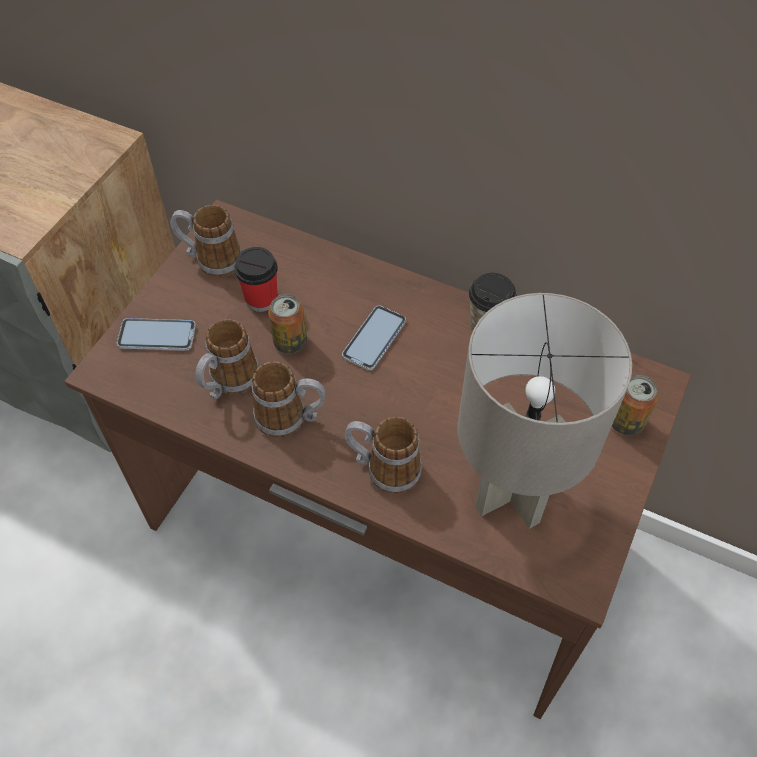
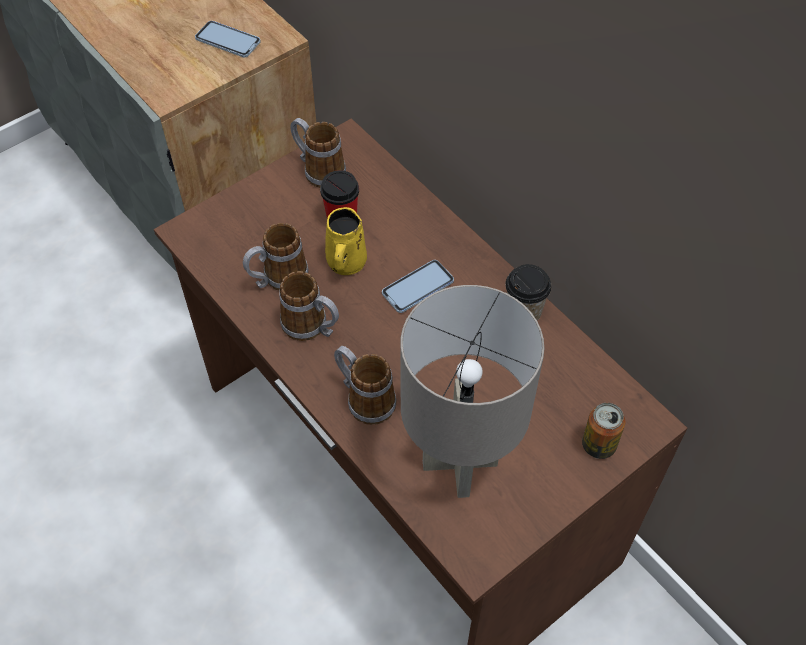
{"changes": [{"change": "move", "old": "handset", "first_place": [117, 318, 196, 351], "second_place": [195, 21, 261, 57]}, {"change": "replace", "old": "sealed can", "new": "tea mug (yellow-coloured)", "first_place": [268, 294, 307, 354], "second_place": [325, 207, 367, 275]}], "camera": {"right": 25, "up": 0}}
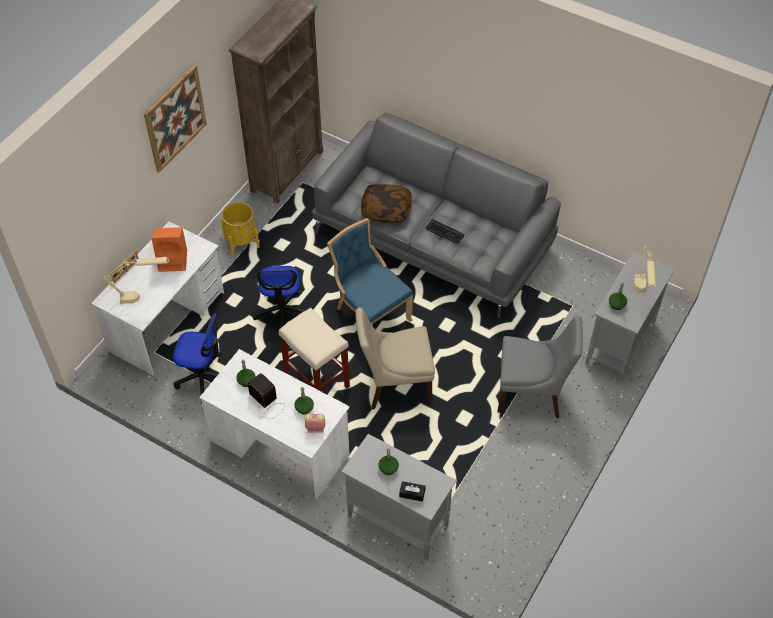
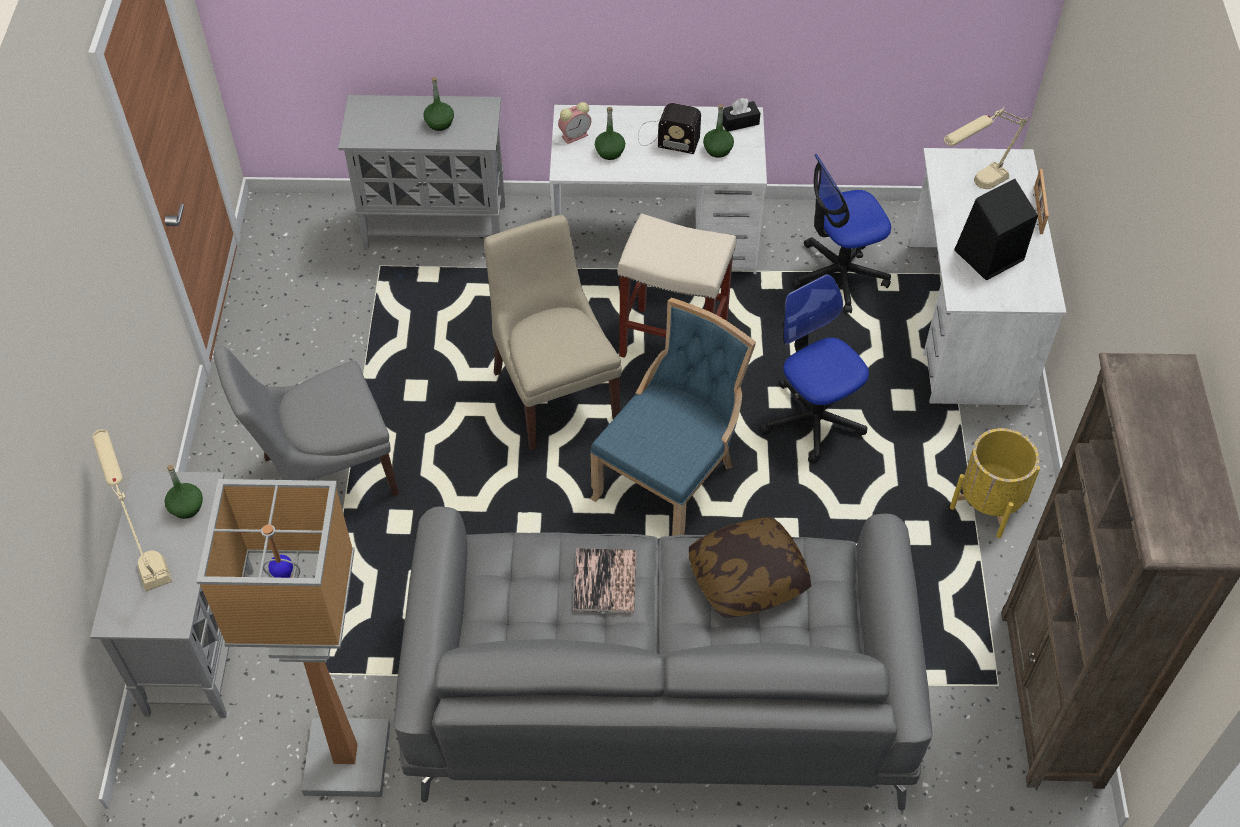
{"changes": [{"change": "delete", "old": "wall picture", "first_place": [144, 65, 207, 173]}, {"change": "recolor", "old": "loudspeaker (orange)", "new": "loudspeaker (black-coloured)", "first_place": [152, 227, 187, 272], "second_place": [954, 179, 1038, 280]}, {"change": "rotate", "old": "upright chair (blue)", "first_place": [327, 218, 413, 326], "second_place": [590, 298, 756, 536], "degrees": -75}, {"change": "rotate", "old": "upright chair (beige)", "first_place": [355, 307, 435, 409], "second_place": [484, 215, 622, 450], "degrees": -75}, {"change": "move", "old": "box of tissues (black-coloured)", "first_place": [399, 481, 425, 502], "second_place": [723, 98, 760, 132]}, {"change": "replace", "old": "keyboard", "new": "book", "first_place": [426, 219, 464, 244], "second_place": [573, 548, 636, 613]}, {"change": "insert", "new": "standard lamp", "second_place": [197, 479, 390, 797]}], "camera": {"right": 150, "up": 0}}
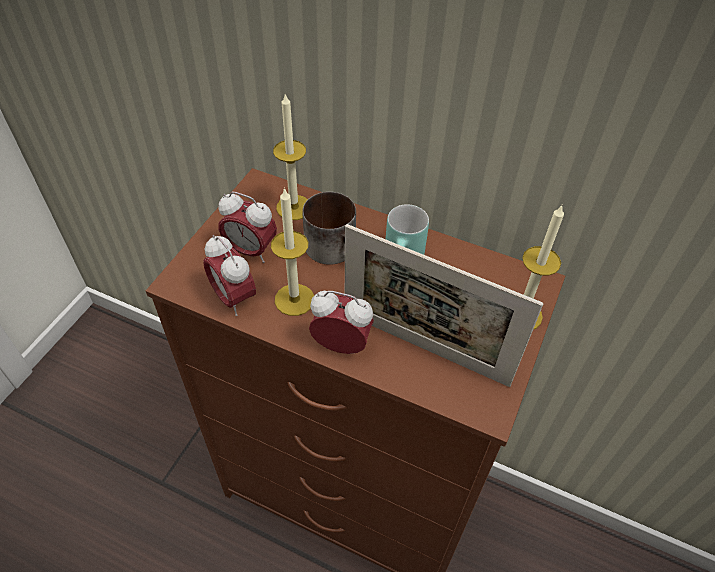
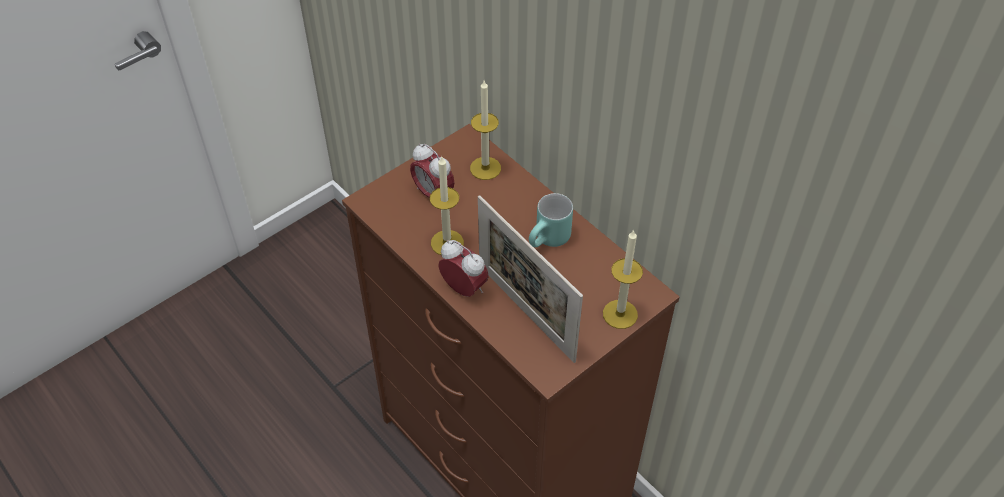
{"changes": [{"change": "delete", "old": "alarm clock", "first_place": [203, 235, 256, 316]}, {"change": "delete", "old": "tea mug", "first_place": [302, 192, 356, 265]}], "camera": {"right": 25, "up": 0}}
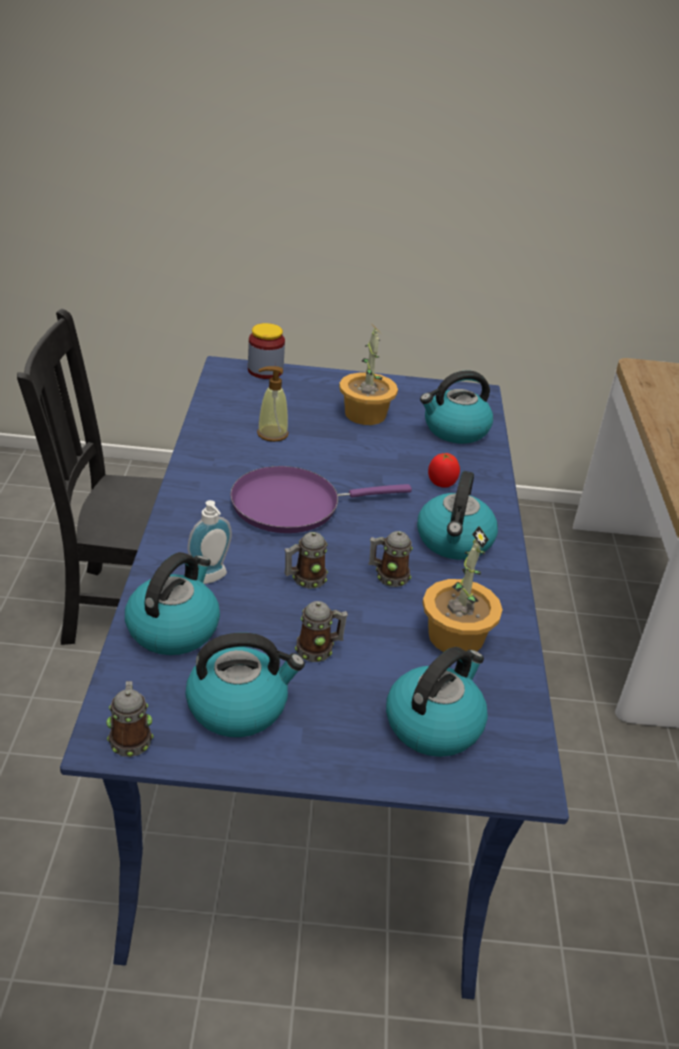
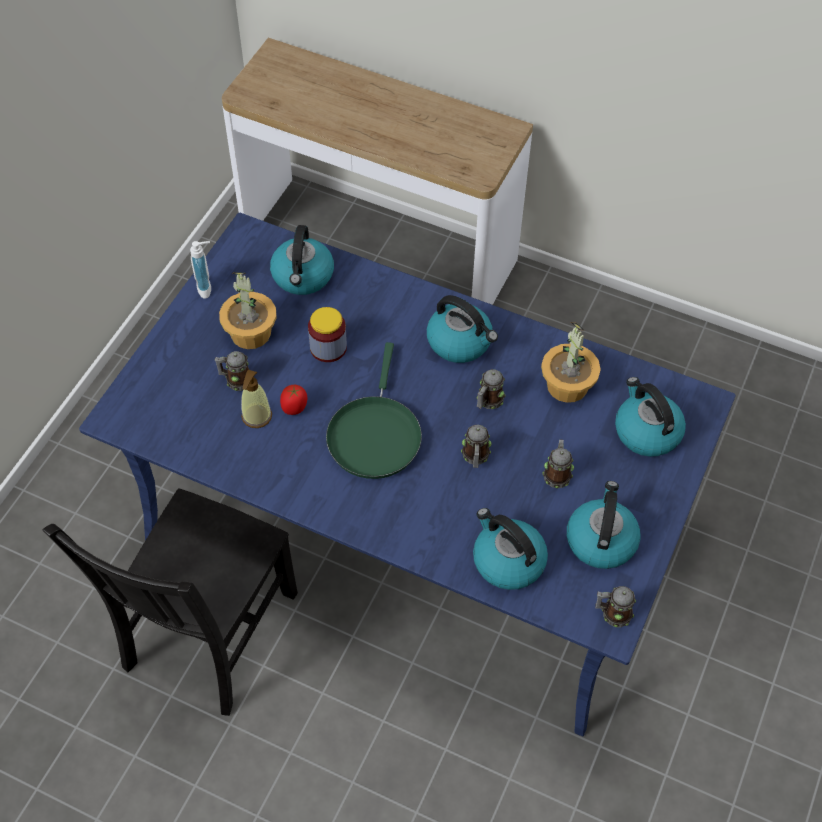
{"changes": [{"change": "move", "old": "liquid soap bottle", "first_place": [188, 500, 232, 584], "second_place": [190, 241, 211, 299]}, {"change": "recolor", "old": "frying pan (purplish)", "new": "frying pan (green)", "first_place": [230, 466, 412, 533], "second_place": [326, 342, 422, 479]}, {"change": "move", "old": "preserve jar", "first_place": [248, 323, 285, 379], "second_place": [308, 307, 347, 362]}, {"change": "move", "old": "whole tomato", "first_place": [428, 453, 460, 487], "second_place": [280, 385, 307, 415]}, {"change": "insert", "new": "tea mug", "second_place": [215, 351, 249, 391]}], "camera": {"right": -65, "up": 20}}
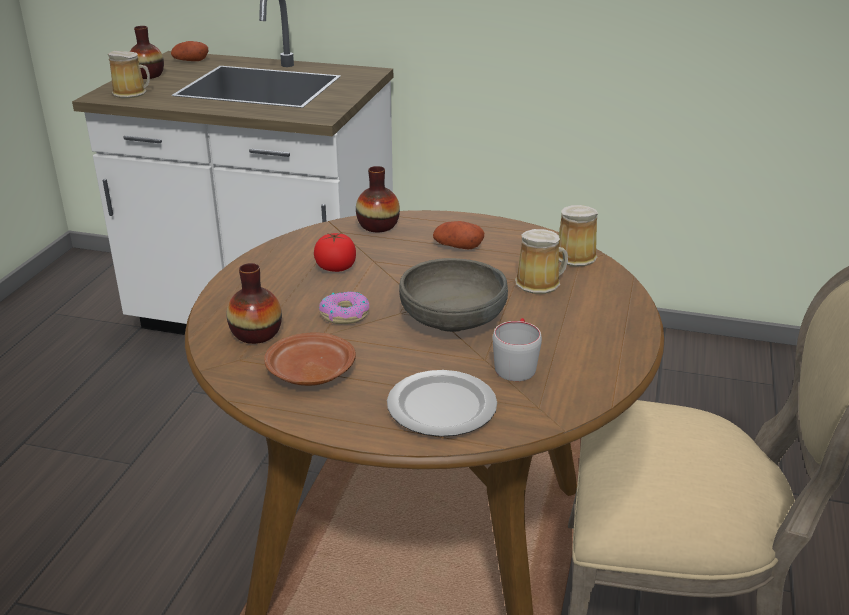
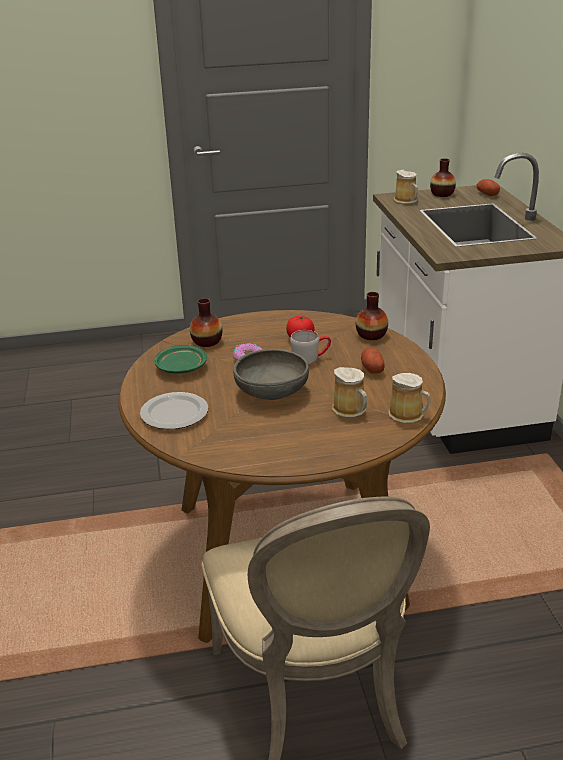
{"changes": [{"change": "recolor", "old": "flat dish (brown-coloured)", "new": "flat dish (green)", "first_place": [264, 333, 356, 386], "second_place": [154, 345, 207, 374]}, {"change": "move", "old": "tea mug (gray)", "first_place": [493, 318, 542, 381], "second_place": [290, 330, 331, 364]}], "camera": {"right": 65, "up": 0}}
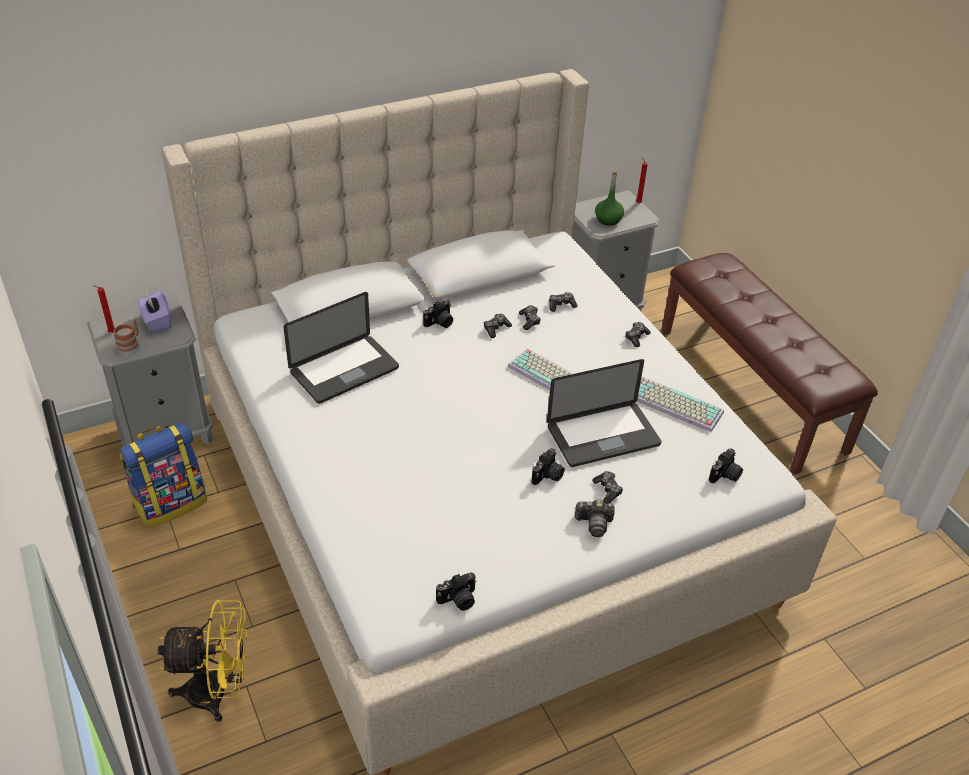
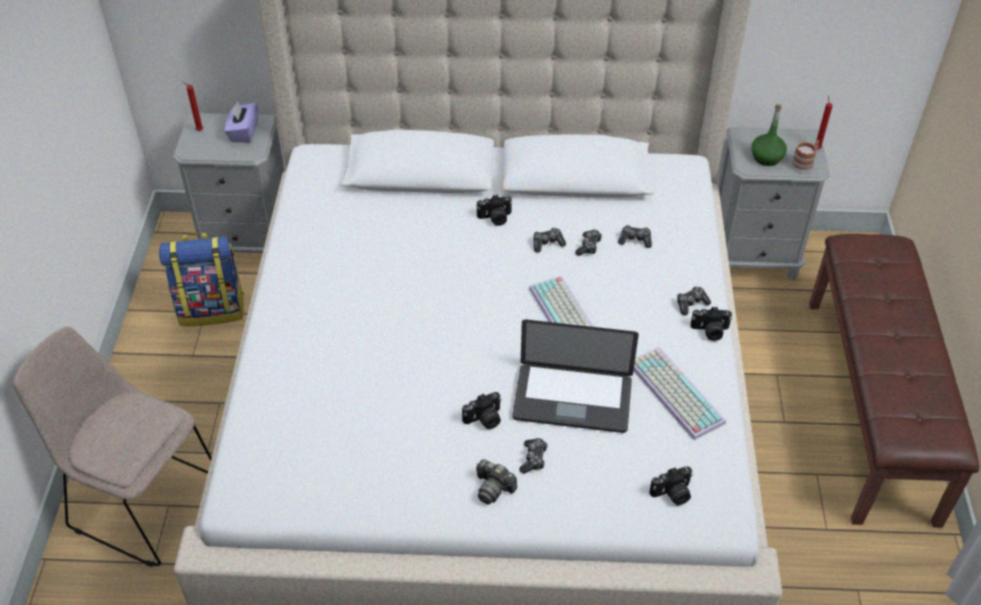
{"changes": [{"change": "move", "old": "tea mug", "first_place": [114, 319, 140, 355], "second_place": [791, 140, 819, 174]}, {"change": "replace", "old": "cooling fan (yellow-coloured)", "new": "upright chair (beige)", "first_place": [158, 600, 248, 722], "second_place": [13, 326, 212, 567]}, {"change": "delete", "old": "portable computer", "first_place": [283, 292, 399, 404]}, {"change": "move", "old": "photo camera", "first_place": [436, 573, 477, 611], "second_place": [691, 307, 732, 341]}], "camera": {"right": 30, "up": 5}}
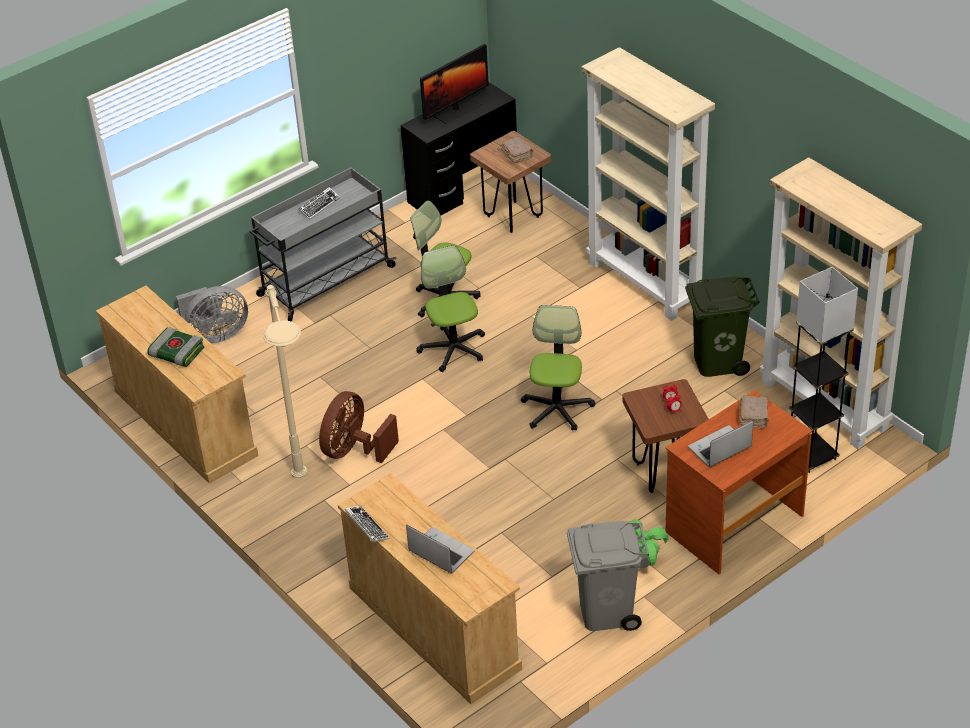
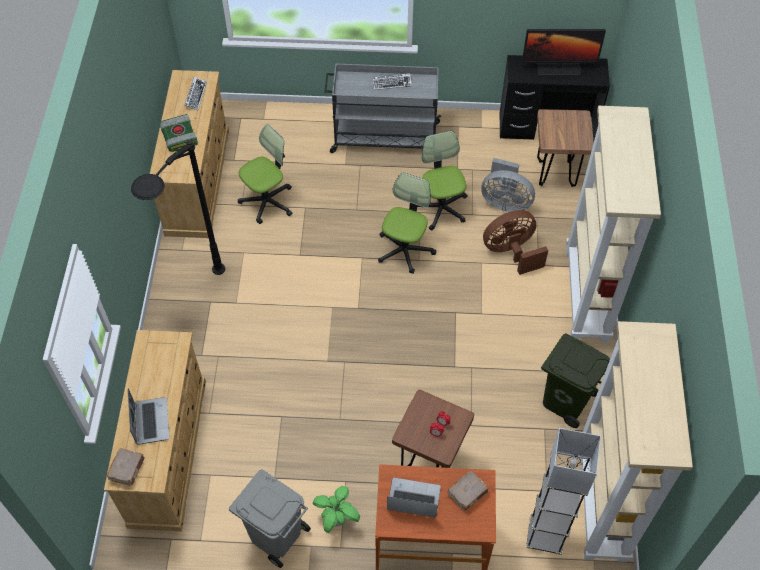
{"changes": [{"change": "move", "old": "cooling fan (gray)", "first_place": [176, 286, 248, 343], "second_place": [481, 158, 535, 212]}, {"change": "recolor", "old": "standard lamp (beige)", "new": "standard lamp (black-coloured)", "first_place": [263, 285, 307, 478], "second_place": [131, 140, 225, 275]}, {"change": "move", "old": "cooling fan (brown-coloured)", "first_place": [319, 391, 399, 463], "second_place": [483, 210, 548, 275]}, {"change": "move", "old": "keyboard", "first_place": [345, 506, 390, 542], "second_place": [184, 77, 207, 110]}, {"change": "move", "old": "book (brown-coloured)", "first_place": [500, 136, 533, 163], "second_place": [107, 448, 145, 486]}, {"change": "move", "old": "computer chair", "first_place": [521, 305, 596, 430], "second_place": [238, 124, 292, 224]}], "camera": {"right": 40, "up": 15}}
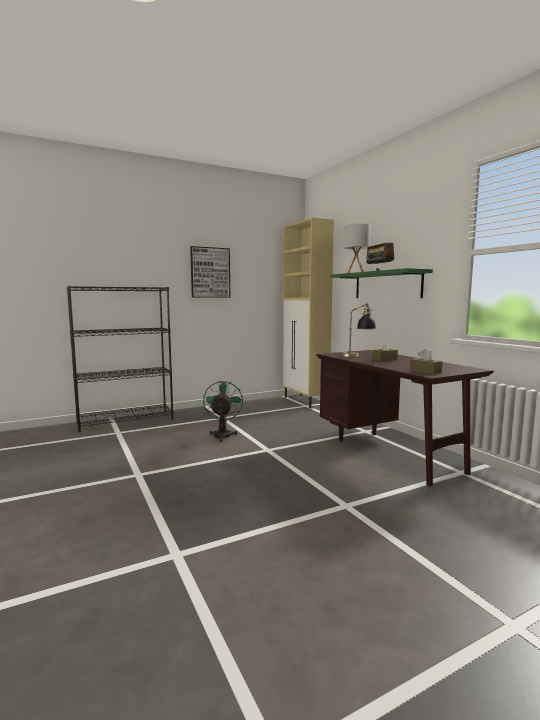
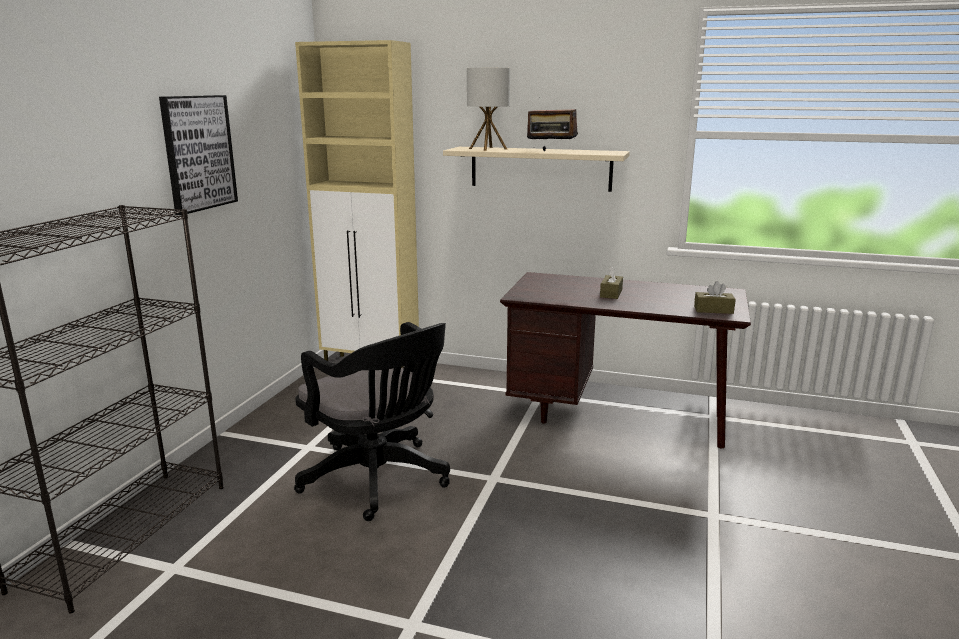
{"changes": [{"change": "replace", "old": "cooling fan (green)", "new": "computer chair (black-coloured)", "first_place": [203, 381, 243, 442], "second_place": [294, 322, 450, 521]}, {"change": "recolor", "old": "wall shelf (green)", "new": "wall shelf (beige)", "first_place": [330, 268, 433, 298], "second_place": [443, 147, 630, 192]}, {"change": "delete", "old": "lamp for a table", "first_place": [341, 303, 376, 357]}], "camera": {"right": -45, "up": 10}}
